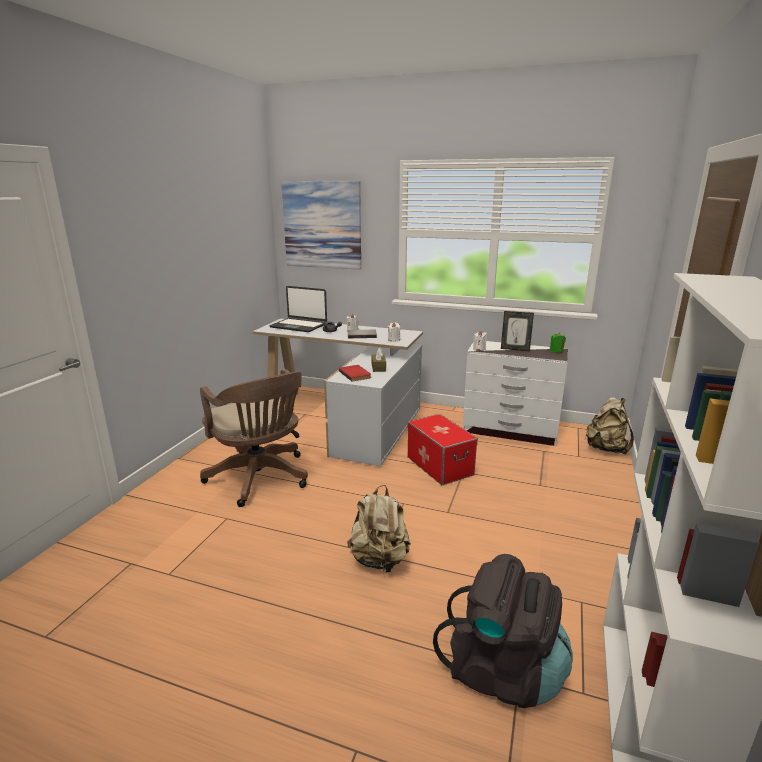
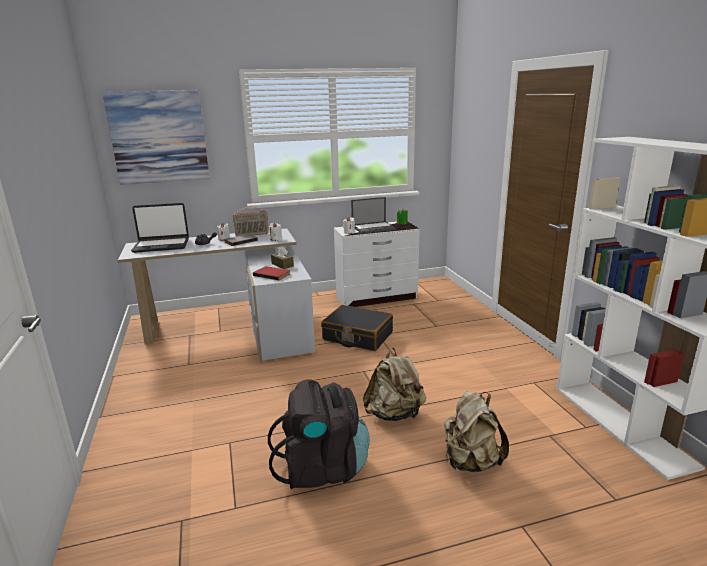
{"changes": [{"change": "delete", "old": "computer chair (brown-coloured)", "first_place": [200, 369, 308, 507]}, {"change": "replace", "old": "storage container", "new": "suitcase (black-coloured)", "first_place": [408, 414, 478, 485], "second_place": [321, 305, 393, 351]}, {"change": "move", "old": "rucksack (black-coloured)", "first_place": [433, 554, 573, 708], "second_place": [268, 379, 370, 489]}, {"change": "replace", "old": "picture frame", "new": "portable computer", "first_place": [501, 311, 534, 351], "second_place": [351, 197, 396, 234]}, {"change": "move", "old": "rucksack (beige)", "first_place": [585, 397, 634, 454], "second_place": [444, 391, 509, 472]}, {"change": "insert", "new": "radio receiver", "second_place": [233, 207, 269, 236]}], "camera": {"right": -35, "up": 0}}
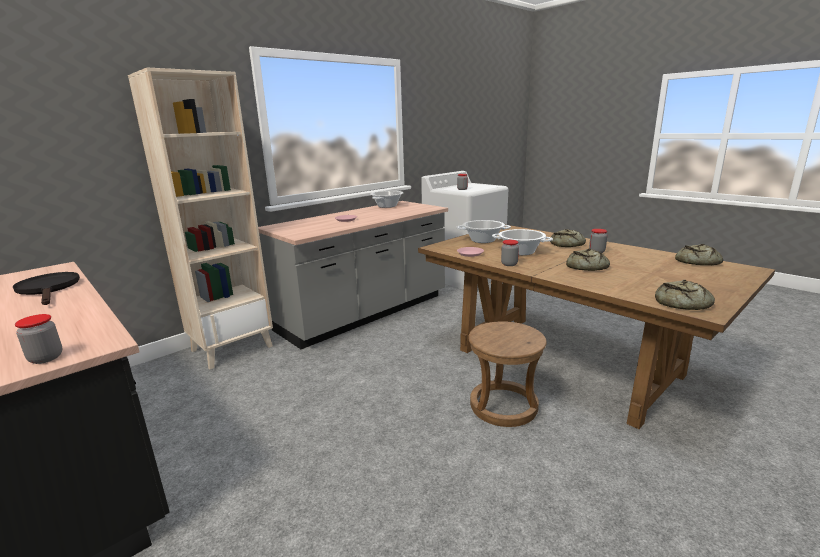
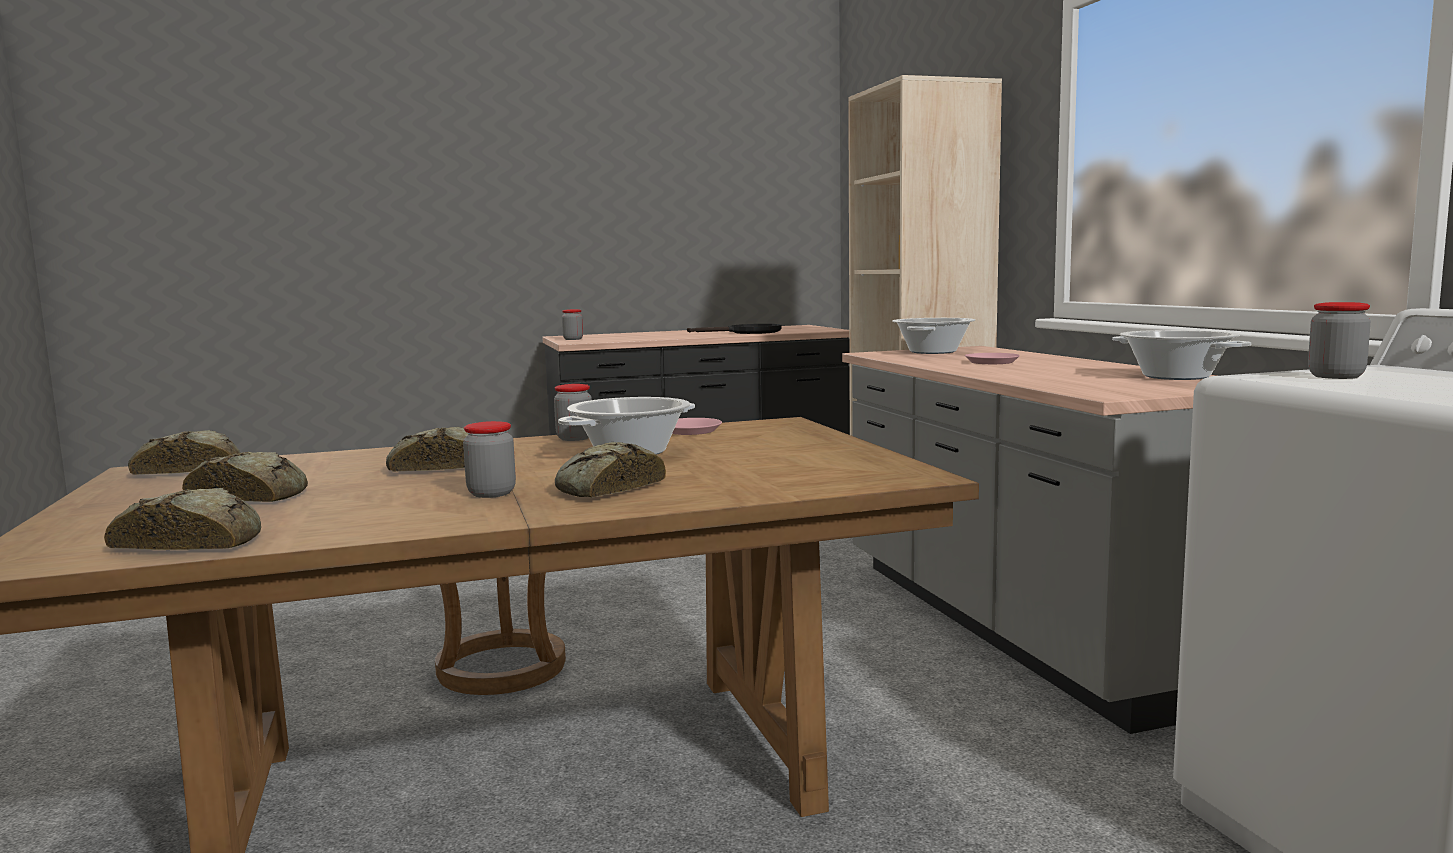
{"changes": [{"change": "move", "old": "stockpot", "first_place": [456, 220, 511, 243], "second_place": [892, 318, 975, 354]}, {"change": "insert", "new": "baked bread", "second_place": [182, 452, 308, 502]}], "camera": {"right": 115, "up": -10}}
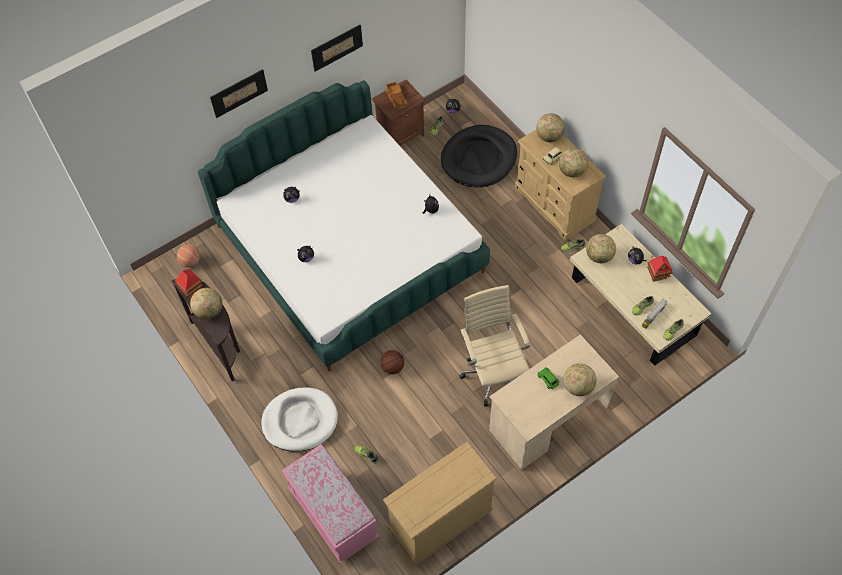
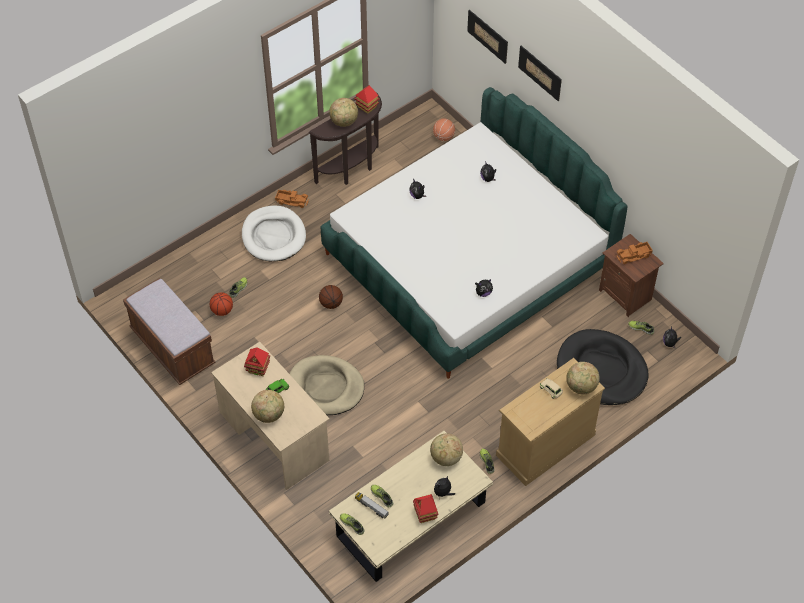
{"changes": [{"change": "delete", "old": "long seat (pink)", "first_place": [282, 445, 379, 564]}, {"change": "move", "old": "wall picture", "first_place": [311, 25, 363, 72], "second_place": [467, 10, 508, 64]}, {"change": "replace", "old": "chest of drawers (beige)", "new": "long seat (brown-coloured)", "first_place": [383, 442, 497, 566], "second_place": [123, 278, 216, 385]}, {"change": "replace", "old": "computer chair (beige)", "new": "dog bed (beige)", "first_place": [459, 285, 530, 407], "second_place": [290, 355, 364, 415]}, {"change": "delete", "old": "desk globe", "first_place": [559, 148, 588, 177]}, {"change": "insert", "new": "basketball", "second_place": [210, 292, 233, 316]}, {"change": "insert", "new": "miniature house", "second_place": [244, 348, 270, 376]}, {"change": "insert", "new": "toy truck", "second_place": [275, 190, 309, 208]}], "camera": {"right": 85, "up": -5}}
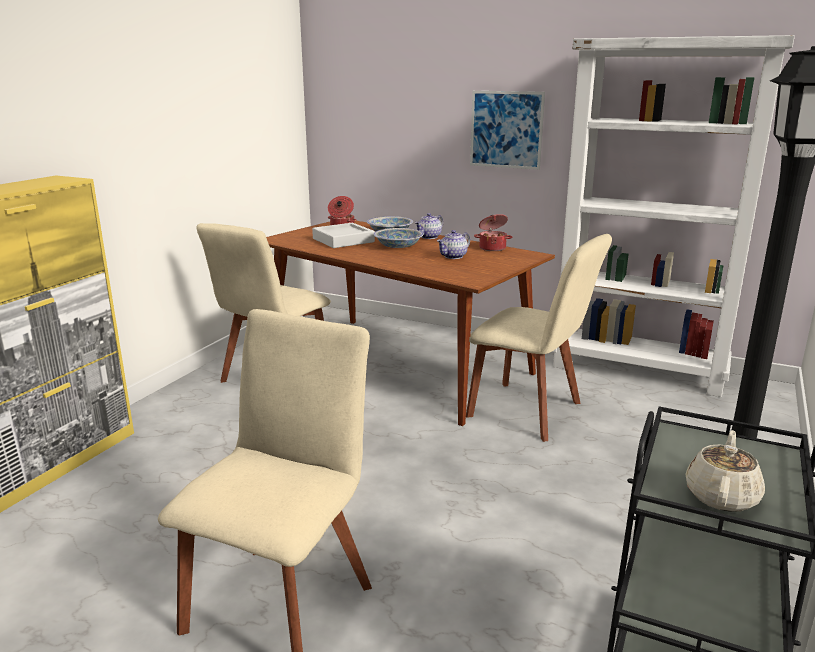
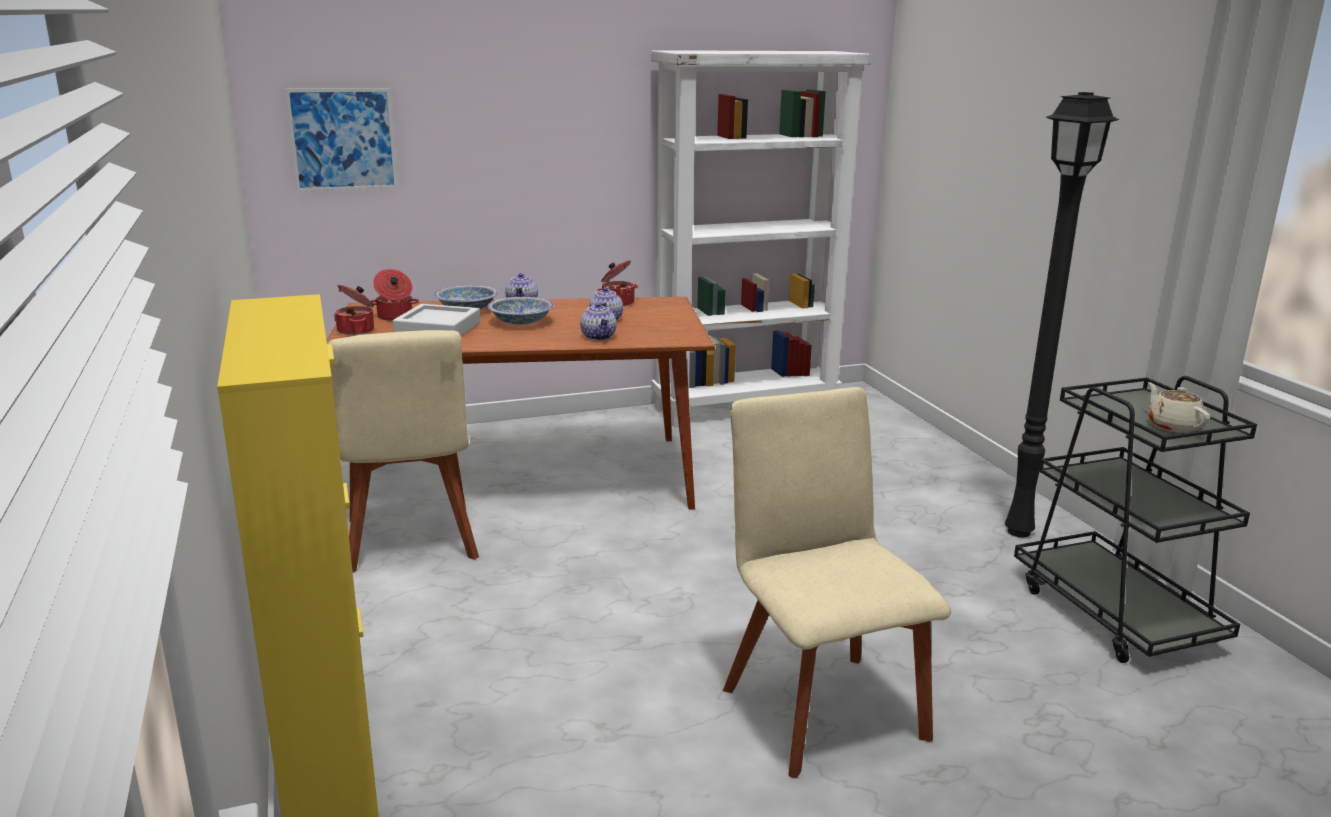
{"changes": [{"change": "delete", "old": "upright chair (beige)", "first_place": [466, 234, 612, 442]}, {"change": "move", "old": "wall picture", "first_place": [470, 91, 545, 170], "second_place": [285, 88, 398, 192]}, {"change": "insert", "new": "stockpot", "second_place": [334, 285, 374, 335]}, {"change": "insert", "new": "pot for tea", "second_place": [580, 303, 616, 340]}], "camera": {"right": -45, "up": 0}}
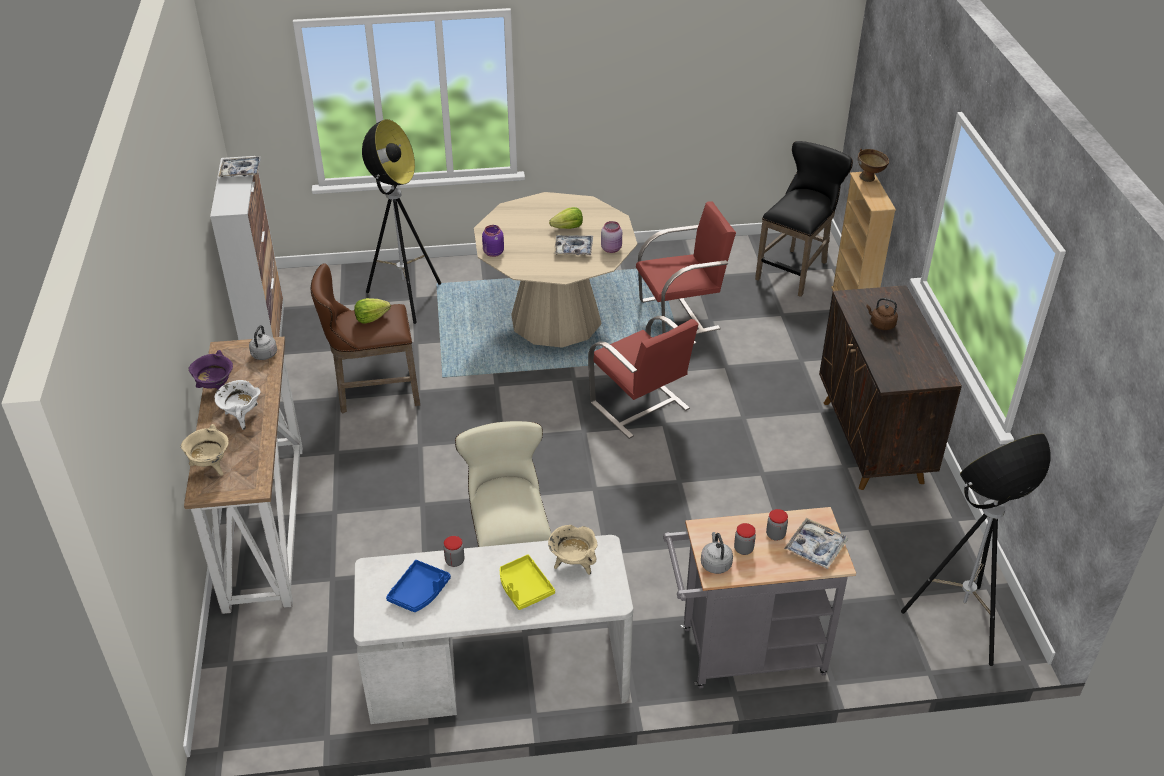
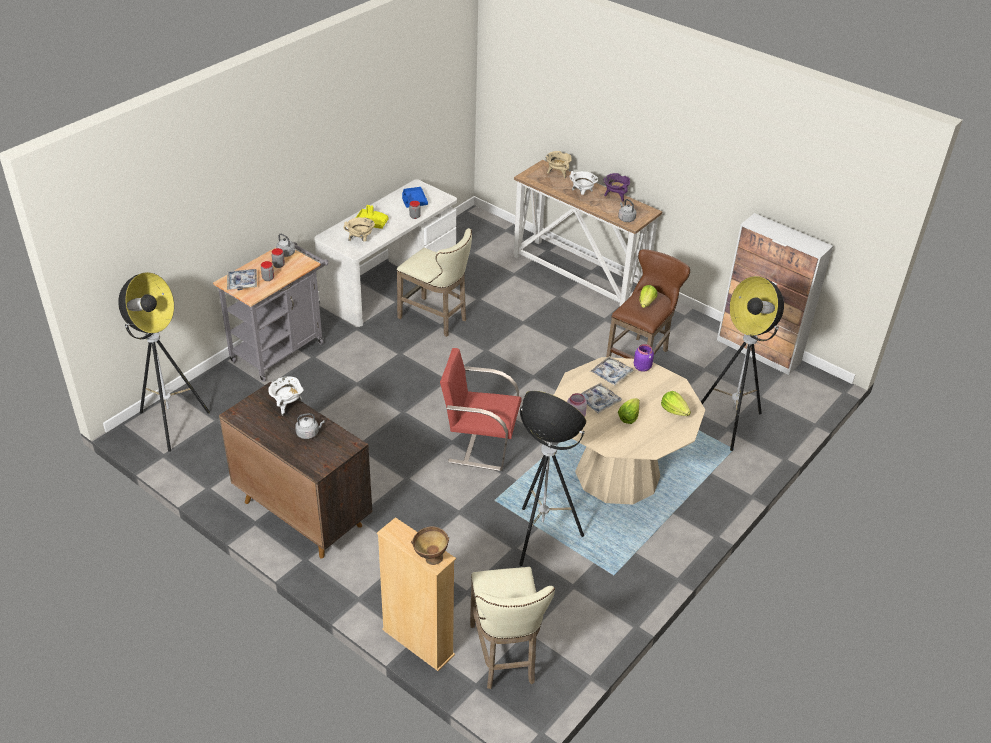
{"changes": [{"change": "move", "old": "tray", "first_place": [218, 157, 261, 177], "second_place": [590, 356, 634, 385]}, {"change": "replace", "old": "upright chair (reddish)", "new": "standard lamp", "first_place": [636, 201, 736, 334], "second_place": [519, 391, 586, 566]}, {"change": "recolor", "old": "sitting stool (black-coloured)", "new": "sitting stool (beige)", "first_place": [755, 141, 853, 297], "second_place": [470, 567, 555, 689]}, {"change": "recolor", "old": "tea kettle (brown-coloured)", "new": "tea kettle (gray)", "first_place": [866, 298, 898, 330], "second_place": [295, 413, 325, 439]}, {"change": "insert", "new": "stockpot (white)", "second_place": [268, 377, 304, 415]}, {"change": "insert", "new": "lettuce head", "second_place": [661, 391, 691, 416]}], "camera": {"right": 135, "up": 0}}
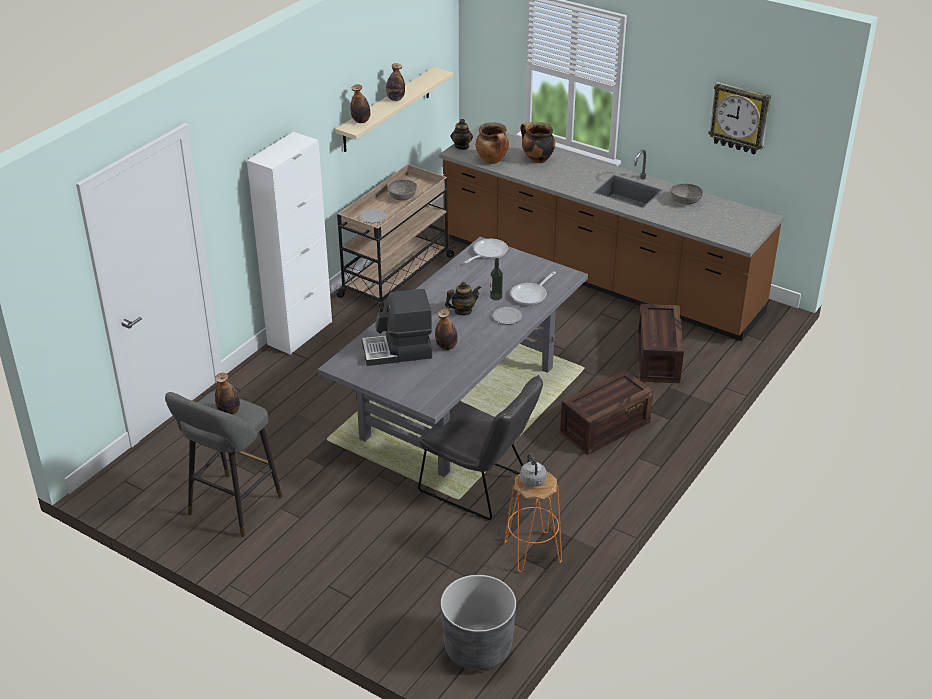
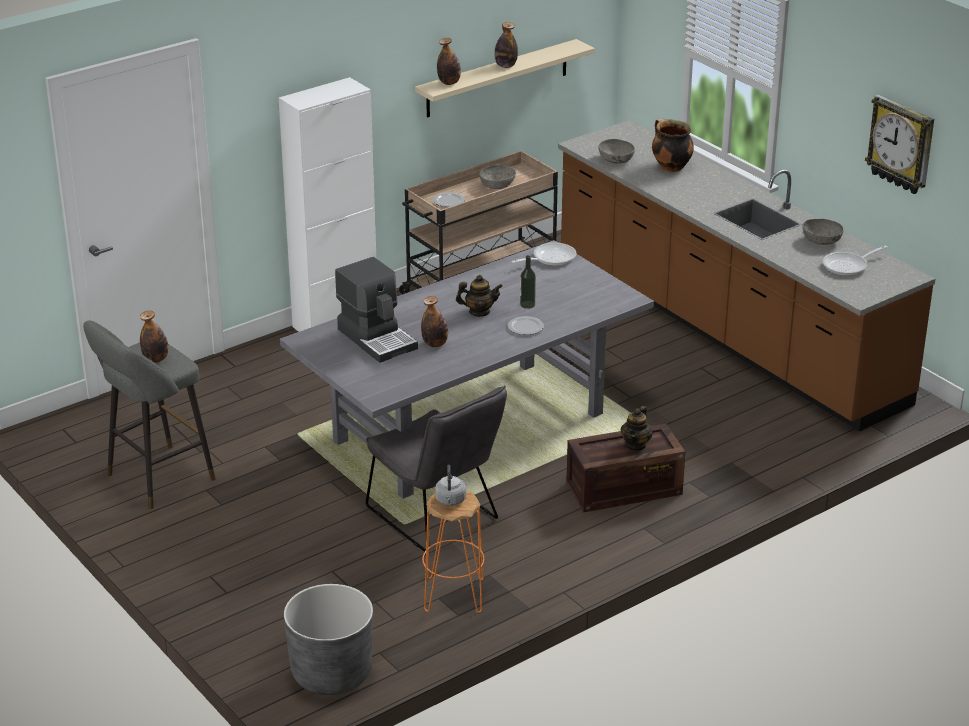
{"changes": [{"change": "rotate", "old": "coffee brewer", "first_place": [362, 289, 432, 366], "second_place": [335, 257, 418, 363], "degrees": -135}, {"change": "move", "old": "pot for tea", "first_place": [451, 119, 473, 150], "second_place": [621, 406, 653, 451]}, {"change": "replace", "old": "stockpot", "new": "bowl (gray)", "first_place": [476, 122, 509, 164], "second_place": [598, 139, 635, 164]}, {"change": "move", "old": "frying pan", "first_place": [510, 271, 556, 305], "second_place": [823, 245, 887, 276]}, {"change": "delete", "old": "shipping crate", "first_place": [638, 304, 684, 383]}], "camera": {"right": 20, "up": -5}}
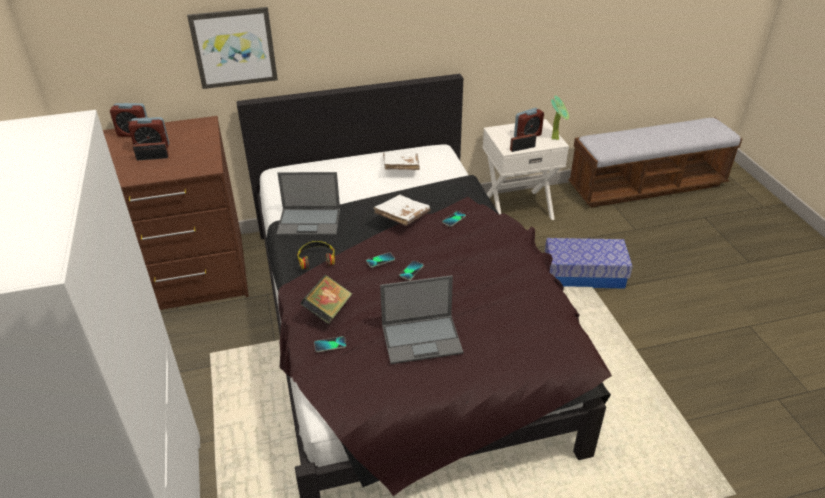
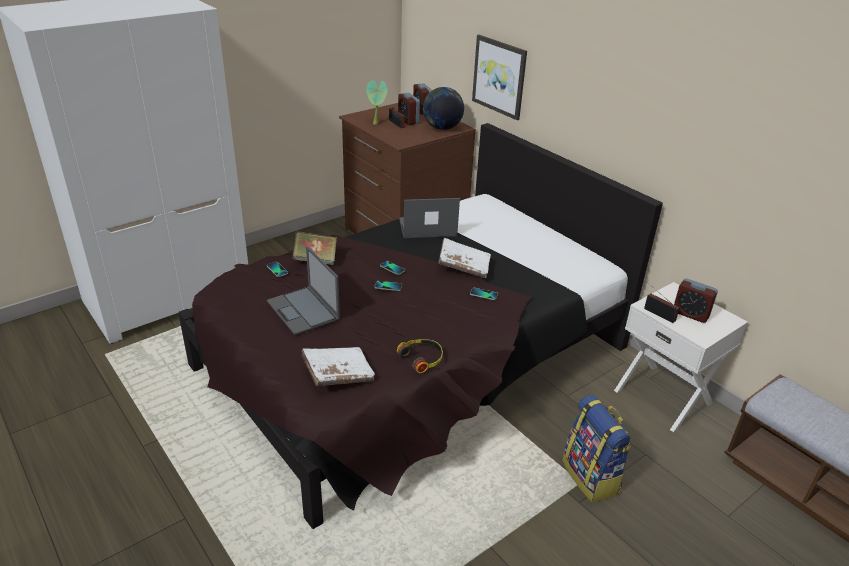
{"changes": [{"change": "rotate", "old": "portable computer", "first_place": [277, 172, 340, 235], "second_place": [399, 198, 460, 238], "degrees": 105}, {"change": "move", "old": "headphones", "first_place": [297, 241, 335, 269], "second_place": [397, 339, 443, 373]}, {"change": "move", "old": "book (white)", "first_place": [383, 152, 420, 170], "second_place": [301, 347, 375, 386]}, {"change": "replace", "old": "storage container", "new": "rucksack", "first_place": [545, 238, 633, 289], "second_place": [562, 395, 631, 502]}, {"change": "move", "old": "plant in a pot", "first_place": [551, 95, 569, 140], "second_place": [366, 80, 387, 125]}, {"change": "insert", "new": "desk globe", "second_place": [423, 87, 464, 130]}], "camera": {"right": 65, "up": -5}}
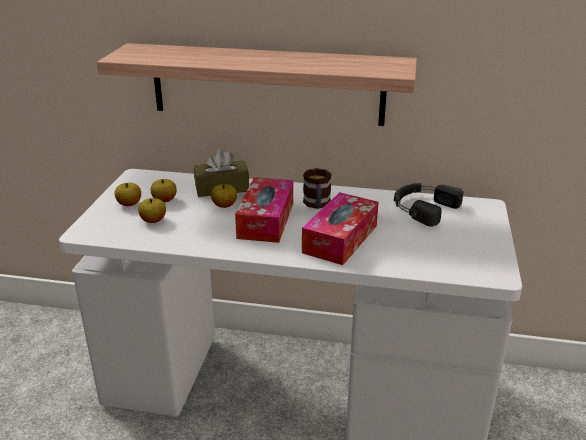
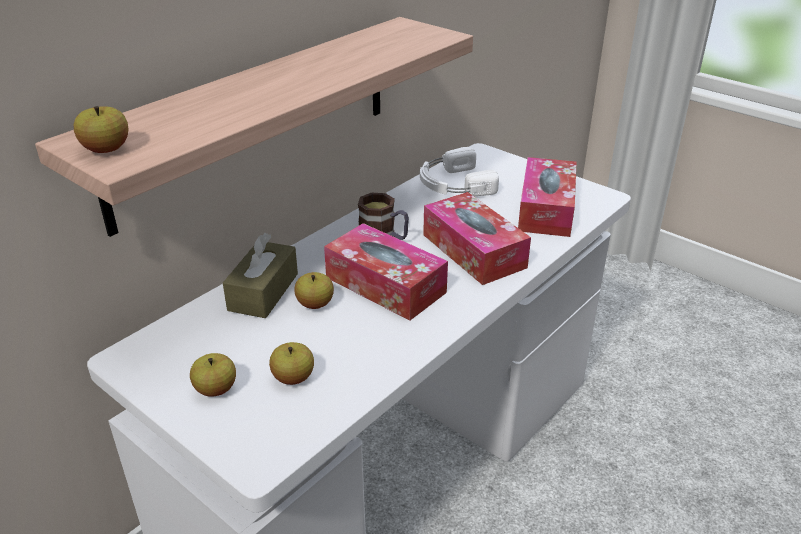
{"changes": [{"change": "move", "old": "whole apple", "first_place": [150, 179, 177, 202], "second_place": [74, 106, 129, 153]}, {"change": "recolor", "old": "headphones (black-coloured)", "new": "headphones (white)", "first_place": [394, 183, 463, 227], "second_place": [420, 147, 499, 196]}, {"change": "insert", "new": "box of tissues", "second_place": [518, 157, 577, 237]}], "camera": {"right": -60, "up": 5}}
